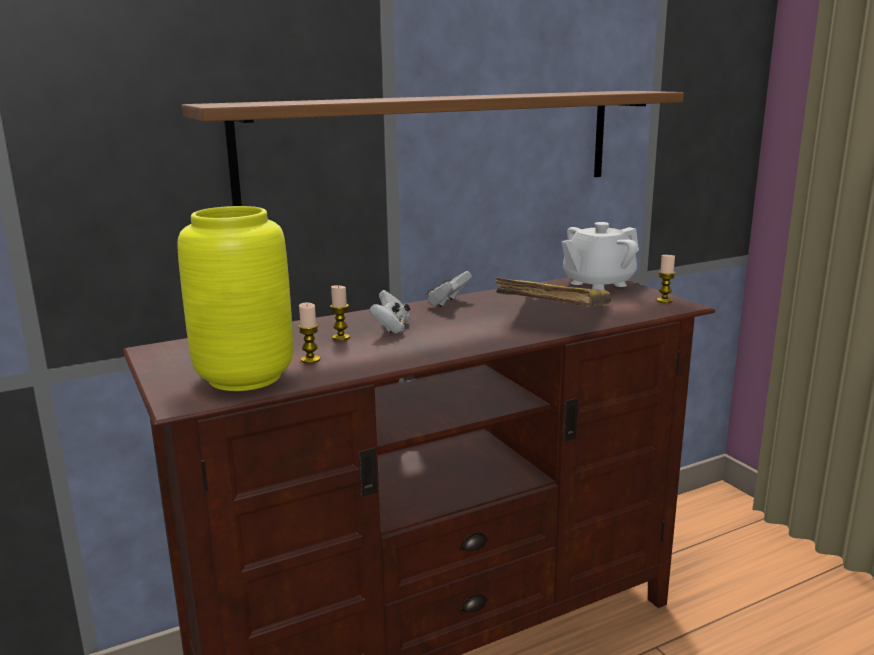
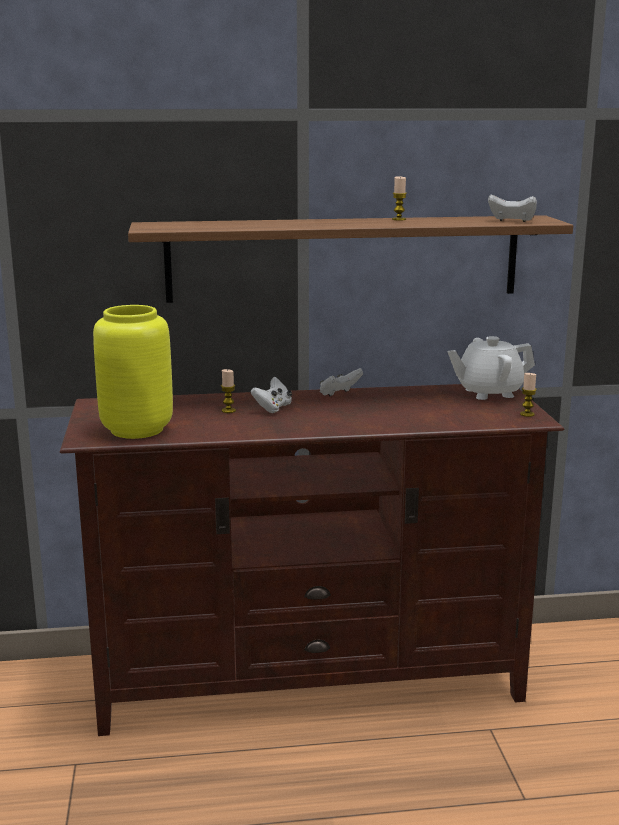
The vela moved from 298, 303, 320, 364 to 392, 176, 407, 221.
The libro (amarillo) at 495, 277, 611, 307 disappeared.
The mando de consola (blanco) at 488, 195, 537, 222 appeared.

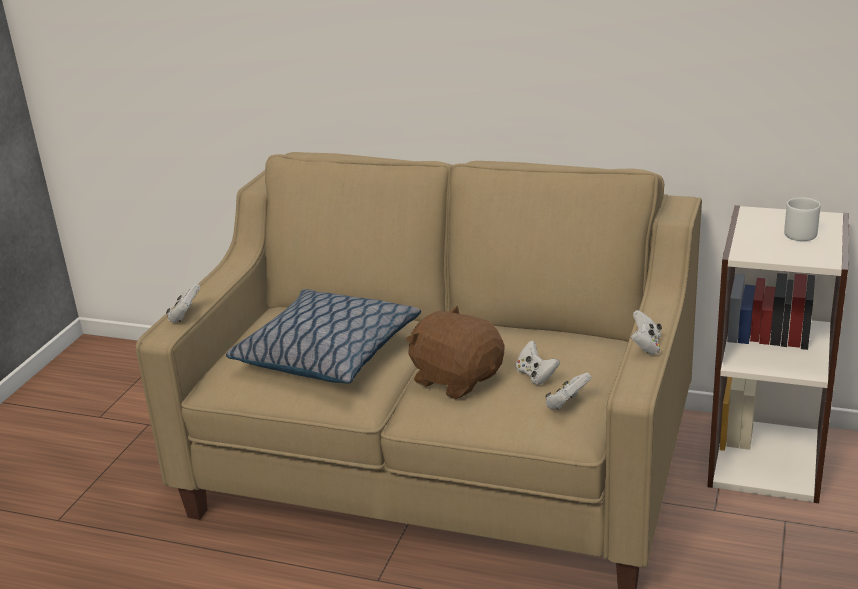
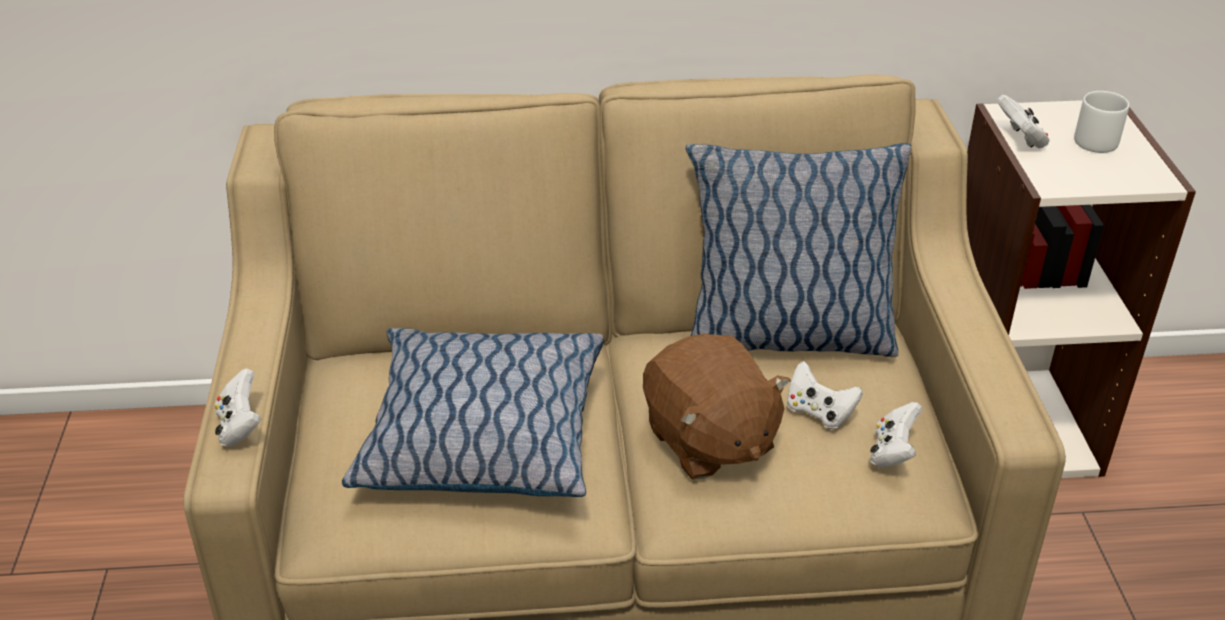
The peluche (marrón) at 406, 306, 504, 399 turned 135 degrees counterclockwise.
The mando de consola (blanco) moved from 631, 310, 662, 355 to 997, 94, 1050, 148.
The cojín at 686, 143, 911, 357 appeared.

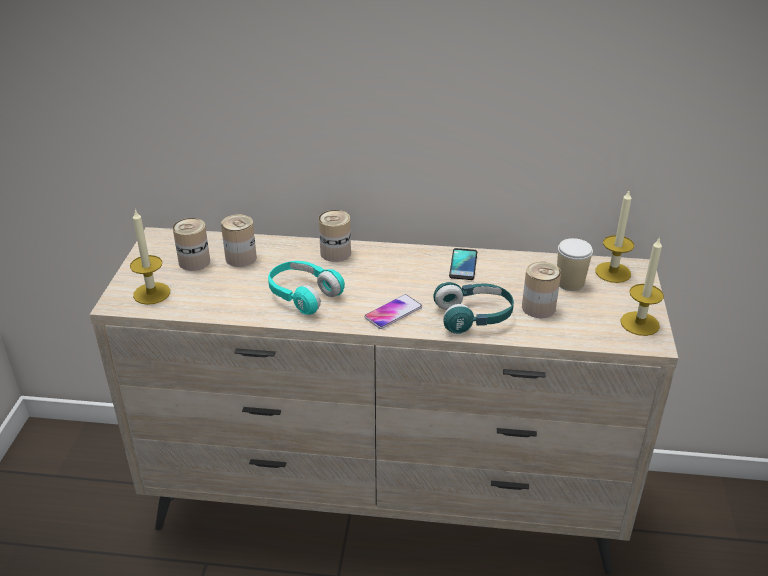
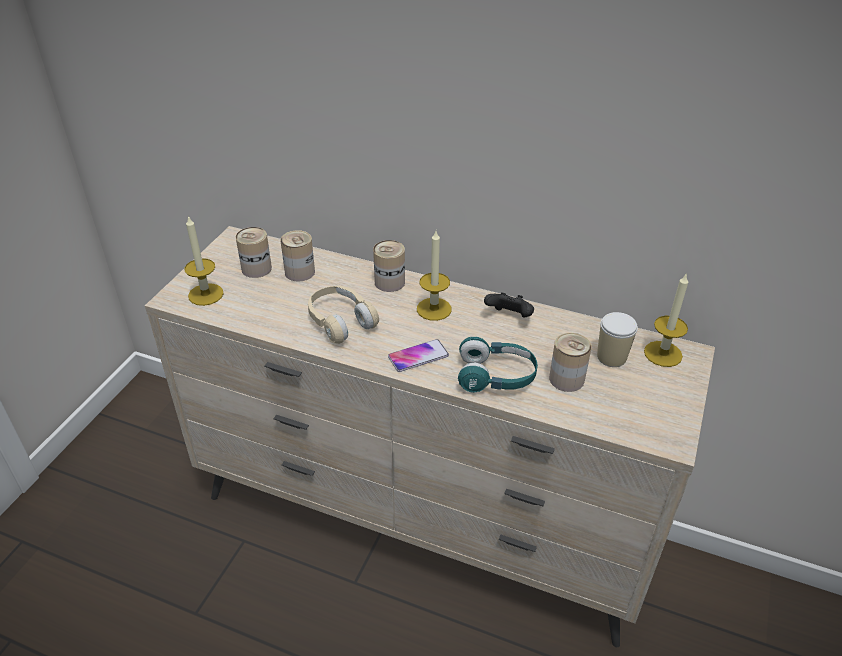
The auriculares (turquesa) at 268, 261, 345, 315 became the auriculares (beis) at 308, 286, 379, 344.
The móvil at 449, 248, 477, 280 was replaced by the mando de consola (negro) at 484, 292, 534, 317.
The vela moved from 621, 237, 664, 336 to 417, 231, 452, 321.

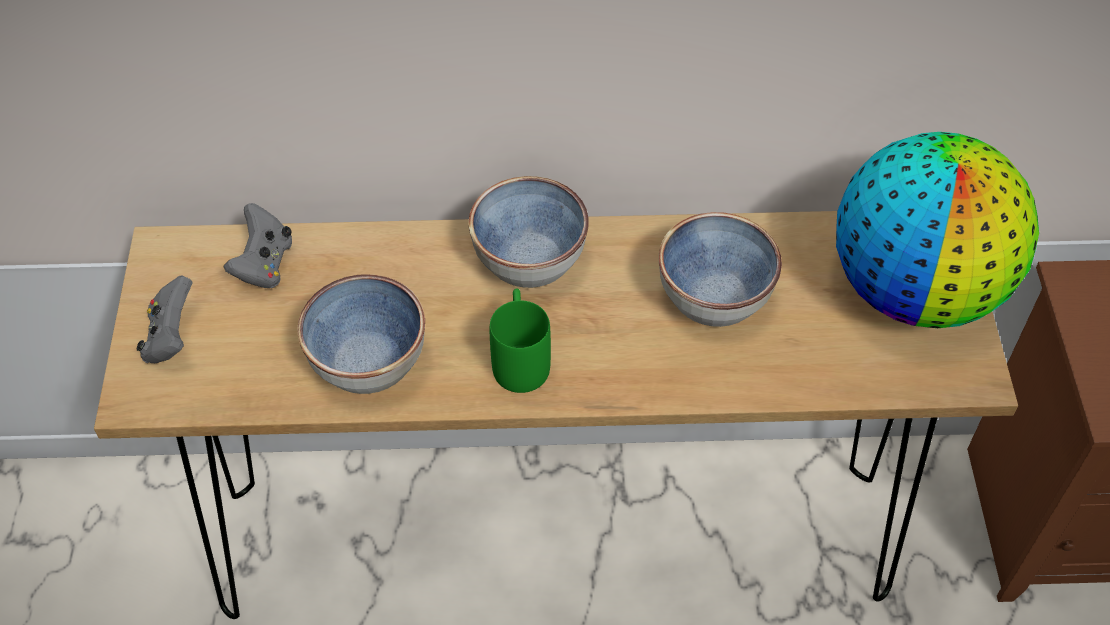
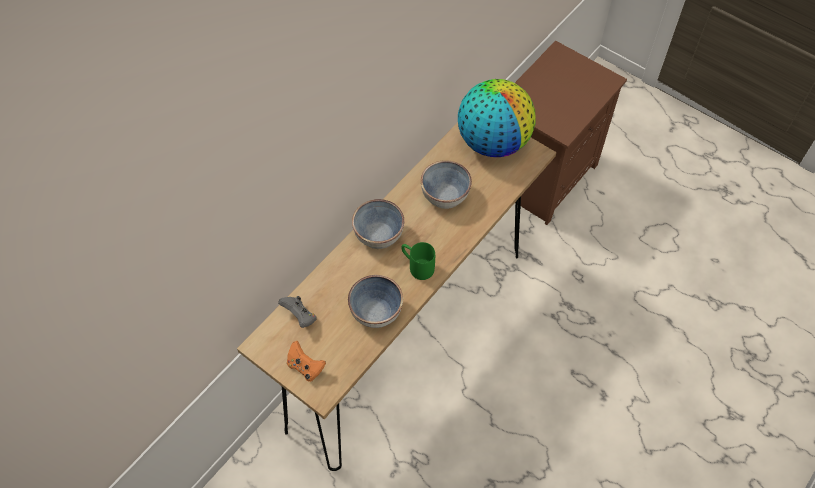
The mando de consola (gris) at 137, 276, 193, 363 became the mando de consola (naranja) at 287, 341, 326, 382.

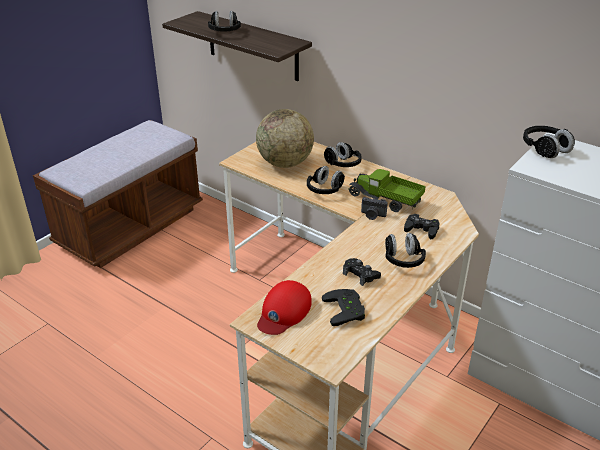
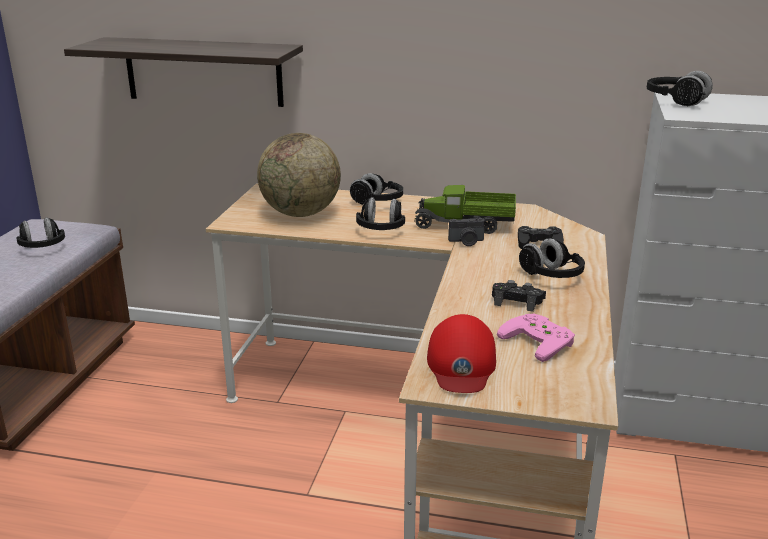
The auriculares (negro) moved from 208, 11, 241, 31 to 16, 217, 65, 248.
The mando de consola (negro) at 322, 289, 365, 326 became the mando de consola (rosa) at 497, 313, 575, 362.

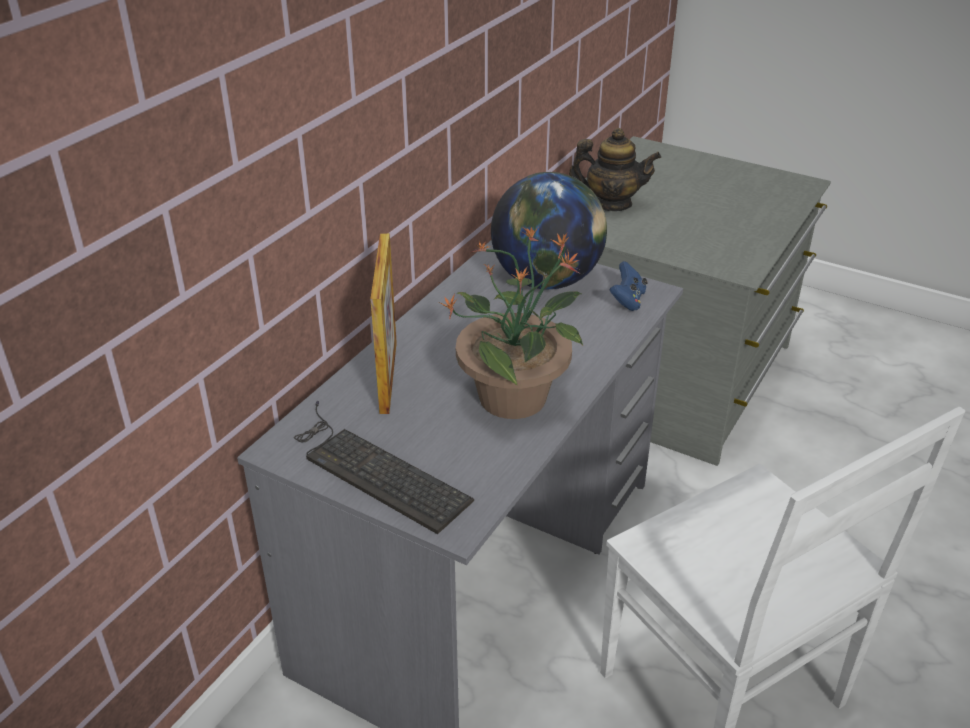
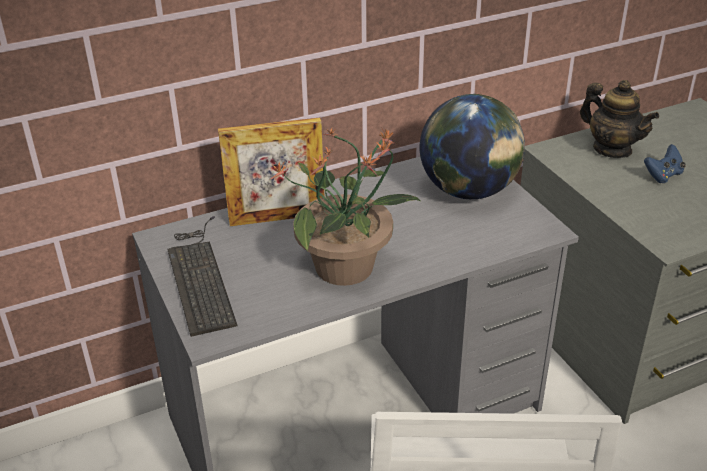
The portarretratos at 370, 233, 397, 414 turned 45 degrees clockwise.
The mando de consola (azul) moved from 610, 261, 648, 311 to 644, 144, 686, 183.

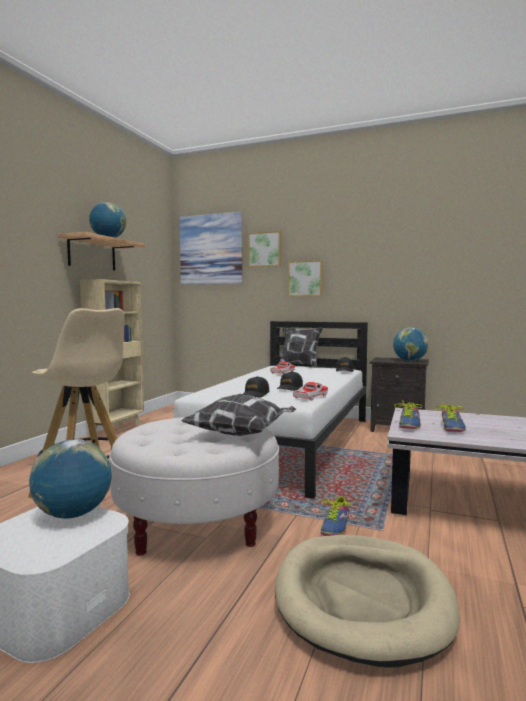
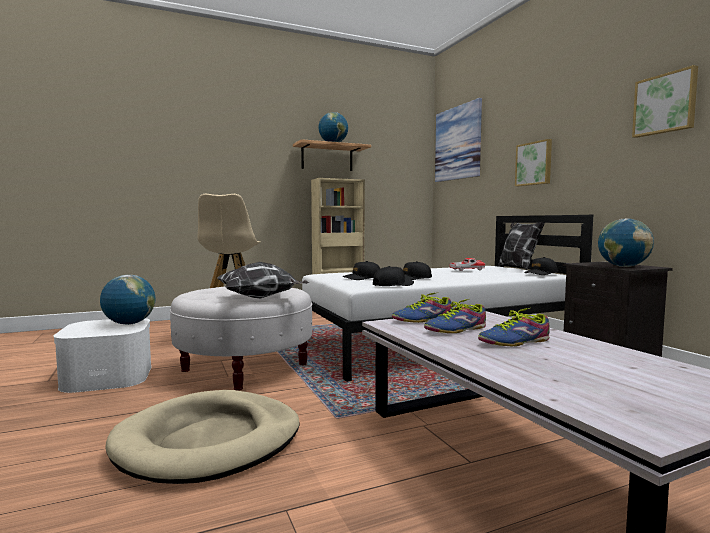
The cuadro moved from 248, 231, 281, 267 to 632, 65, 698, 138.
The coche de juguete at 293, 382, 328, 401 was replaced by the gorra (negro) at 373, 266, 414, 286.
The zapato moved from 321, 496, 351, 536 to 478, 308, 550, 346.

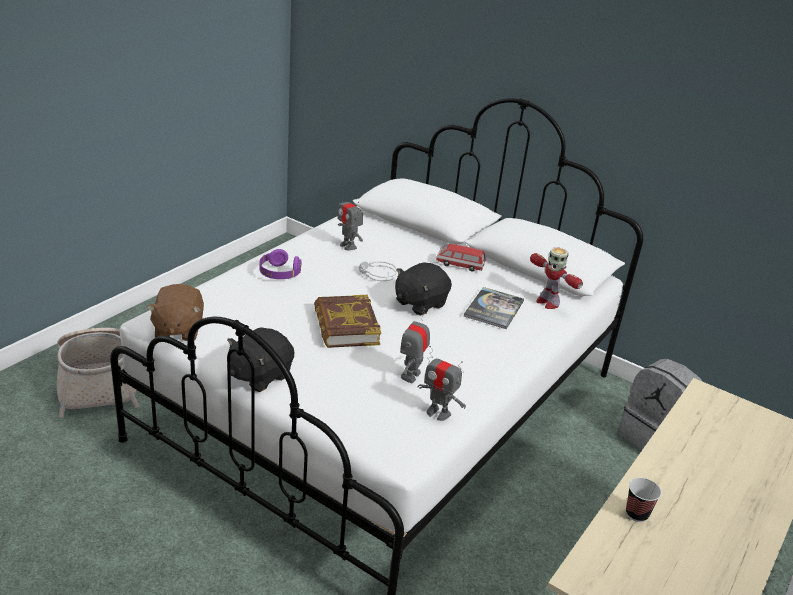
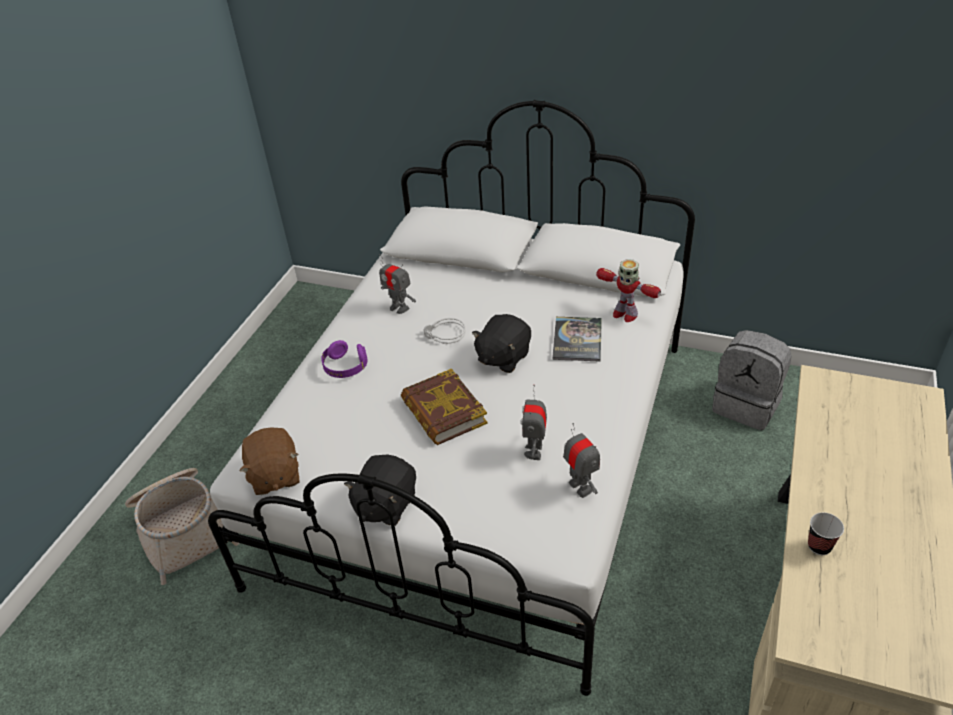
The robot de juguete at 417, 346, 466, 421 turned 135 degrees counterclockwise.
The coche de juguete at 436, 244, 486, 271 disappeared.

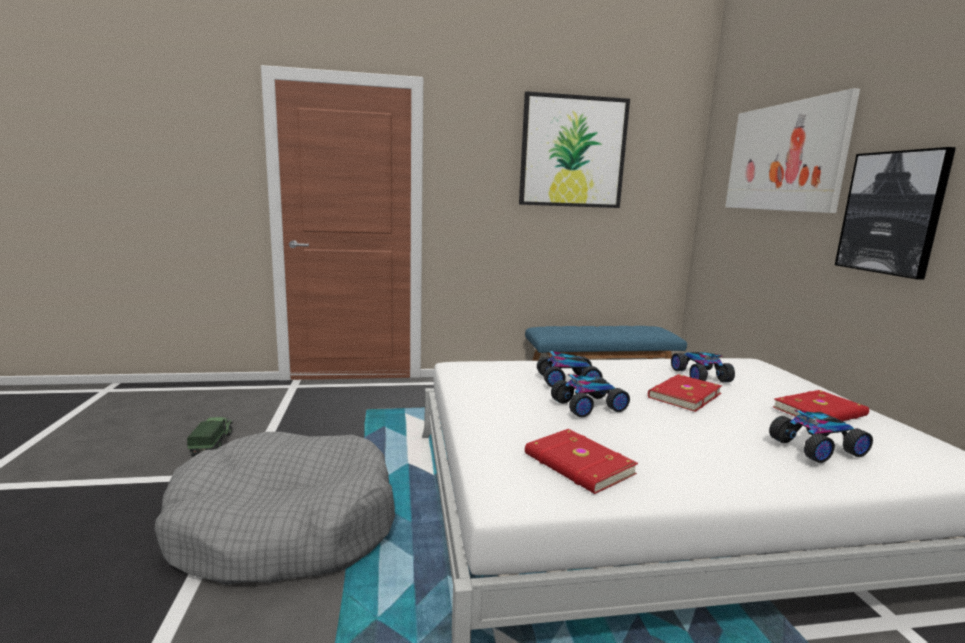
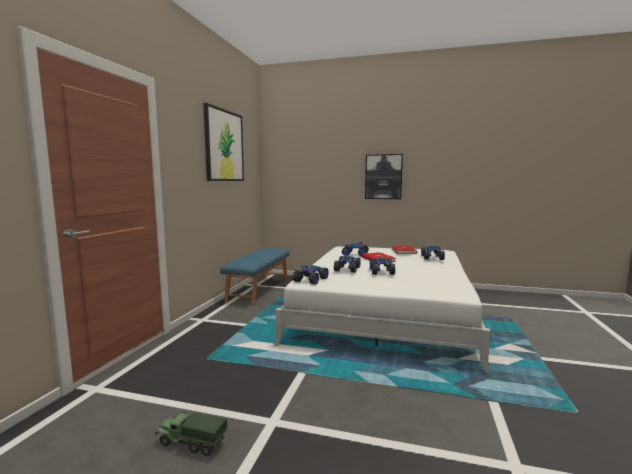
The cama para perro (gris) at 154, 432, 395, 585 disappeared.
The libro (rojo) at 525, 429, 638, 494 disappeared.
The cuadro at 725, 88, 860, 213 disappeared.
The coche de juguete at 293, 265, 329, 285 appeared.

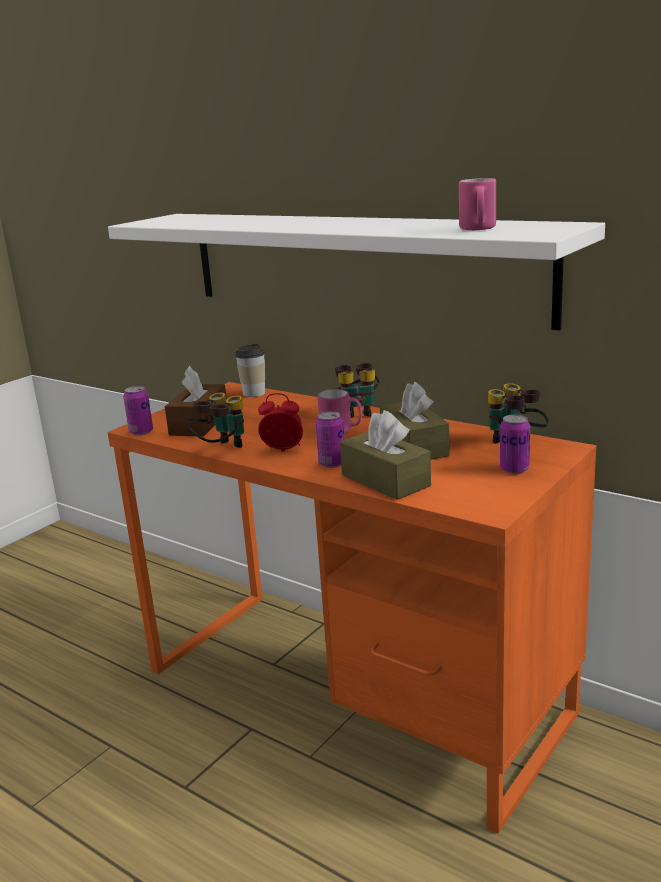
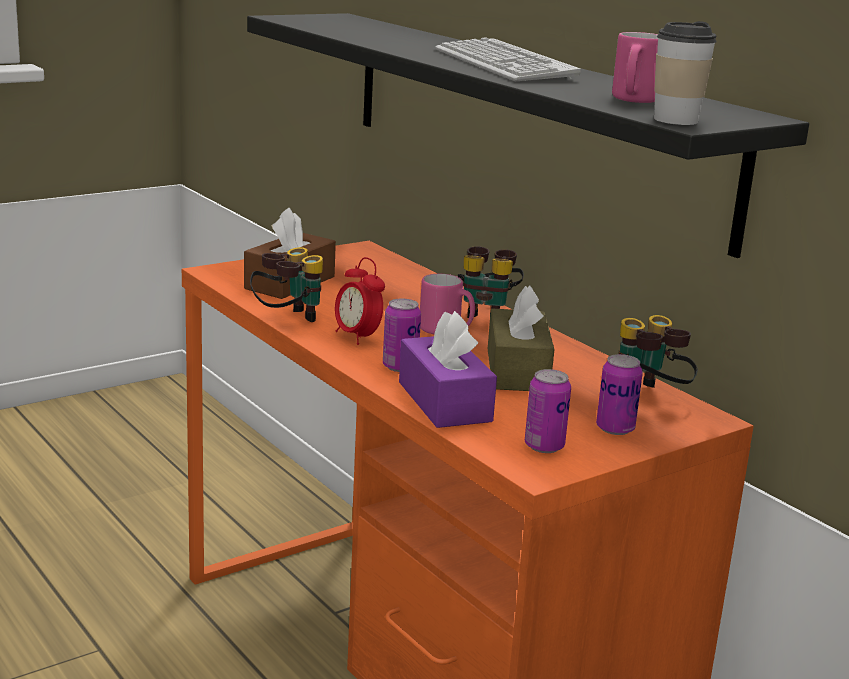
The estante (blanco) at 108, 214, 605, 330 became the estante (negro) at 247, 13, 809, 258.
The lata moved from 123, 386, 153, 435 to 525, 369, 571, 453.
The taza moved from 235, 344, 265, 397 to 654, 21, 717, 125.
The despertador at 258, 393, 303, 452 turned 150 degrees counterclockwise.
The caja de pañuelos (marrón) at 340, 410, 431, 500 became the caja de pañuelos (morado) at 399, 311, 497, 428.
The teclado at 435, 37, 581, 81 appeared.

